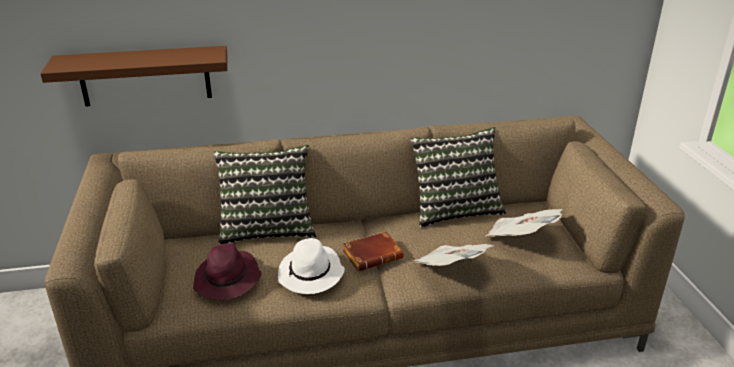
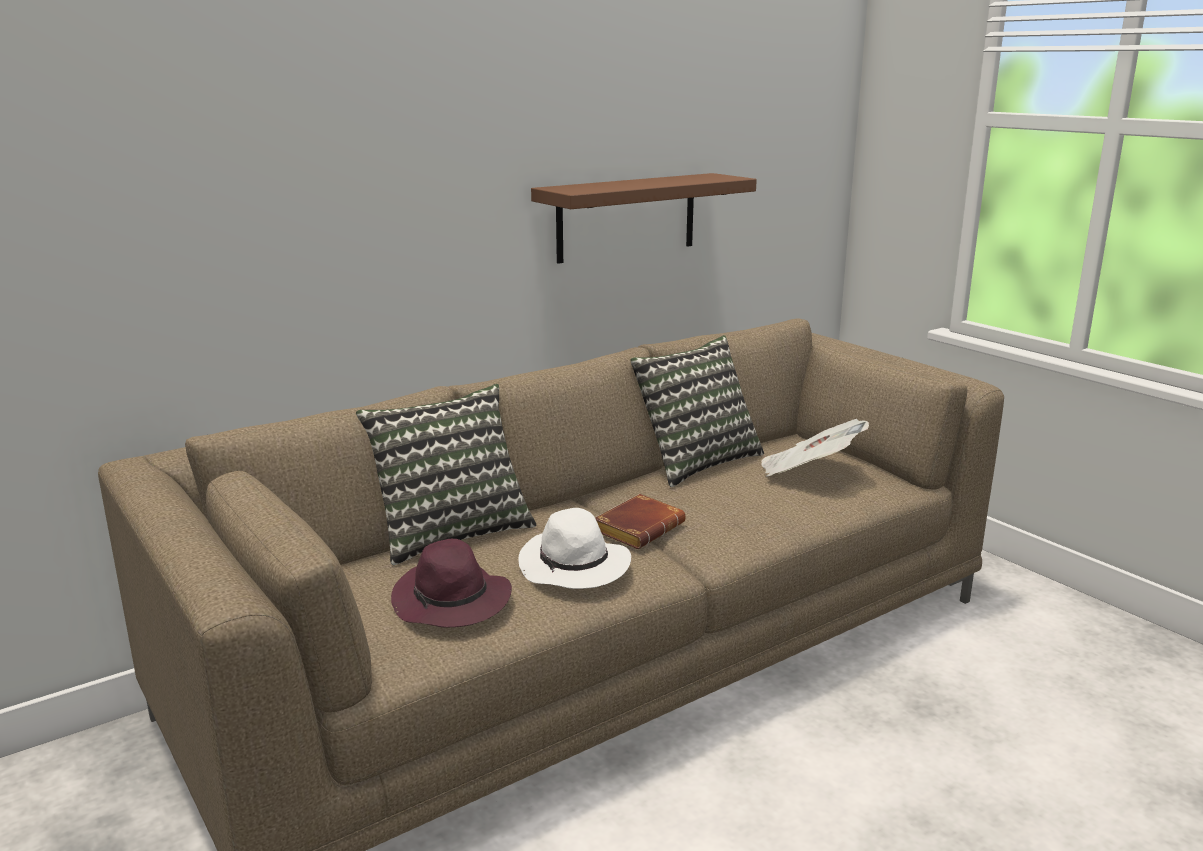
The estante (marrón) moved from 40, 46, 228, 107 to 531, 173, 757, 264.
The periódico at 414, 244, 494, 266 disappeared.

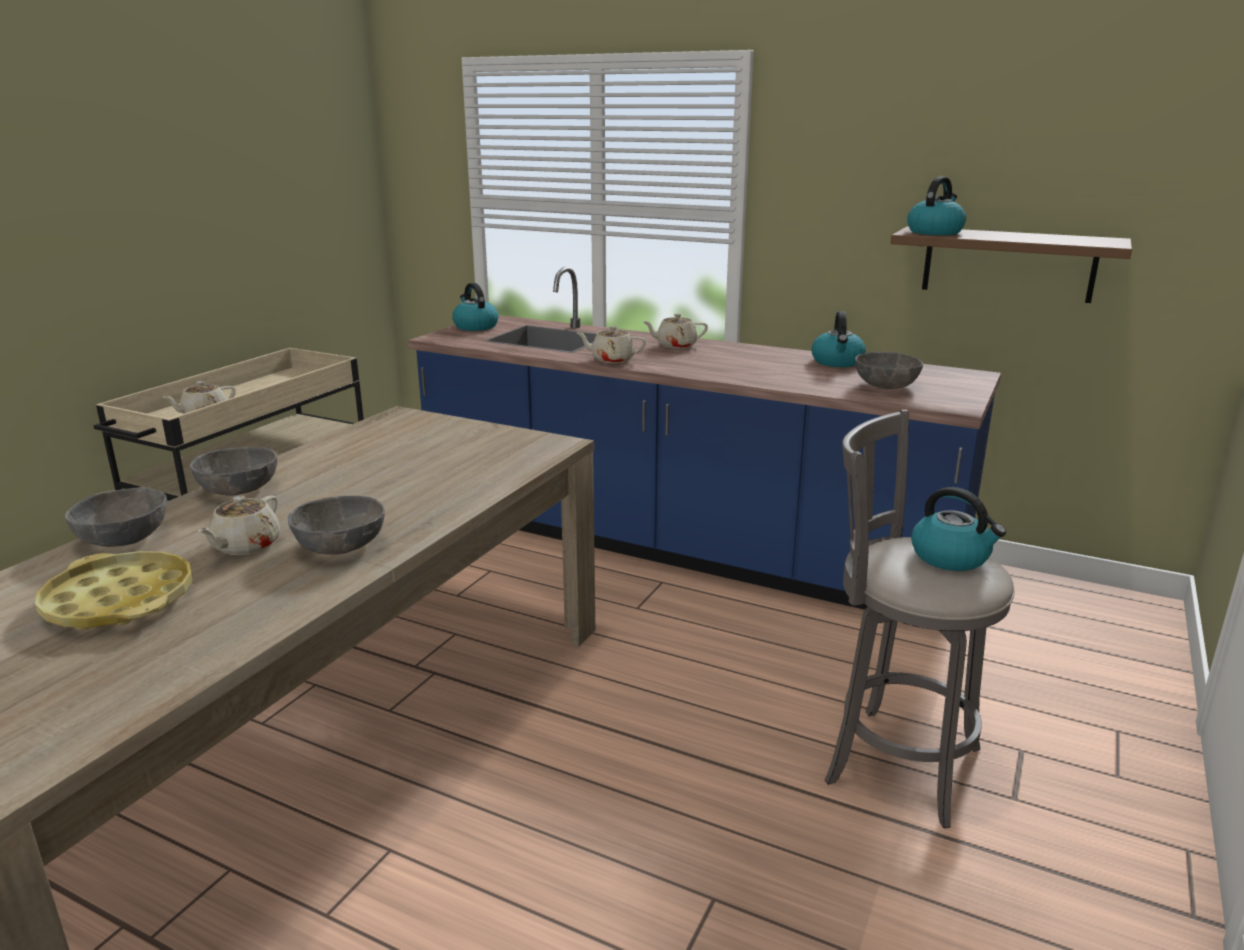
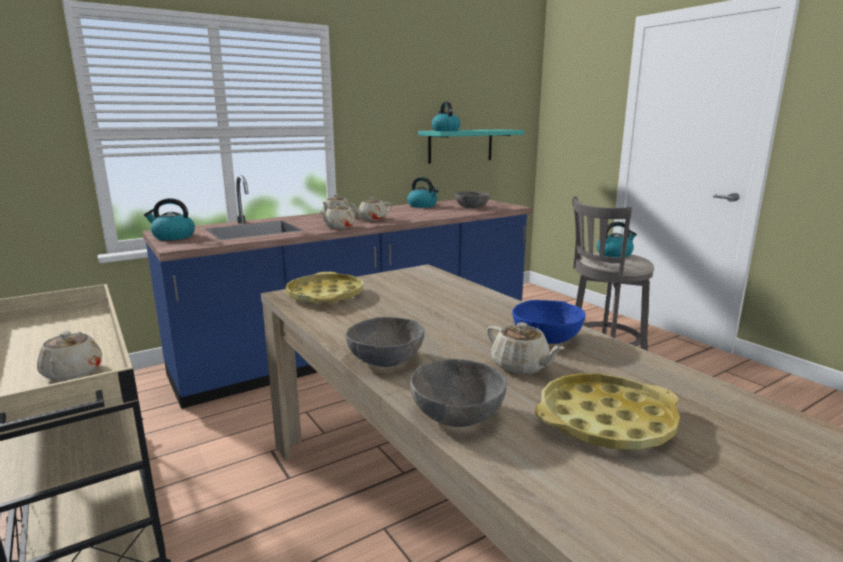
The cuenco (gris) at 288, 496, 385, 555 became the cuenco (azul) at 512, 300, 585, 344.
The estante (marrón) at 891, 226, 1132, 303 became the estante (turquesa) at 418, 130, 525, 164.
The bandeja (amarillo) at 286, 272, 363, 304 appeared.
The tetera (beis) at 350, 197, 392, 221 appeared.

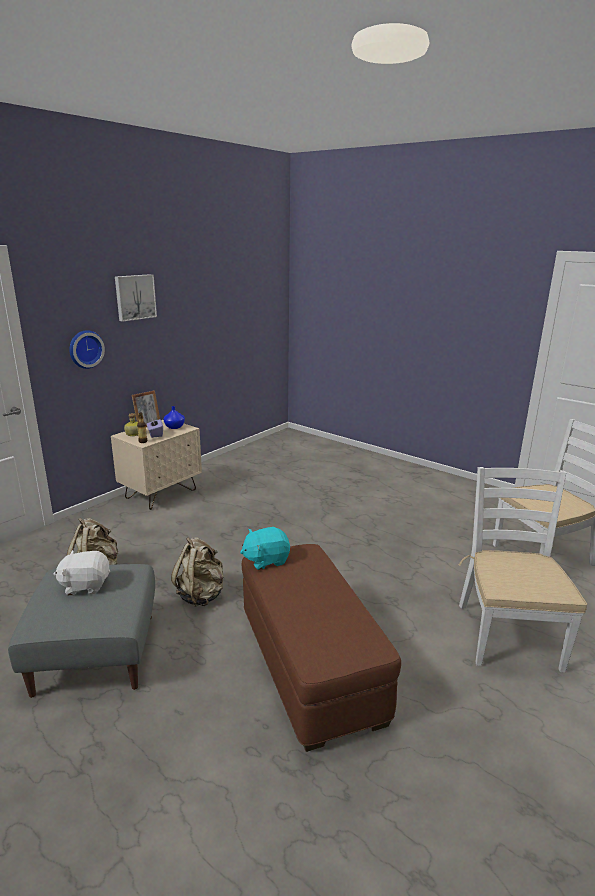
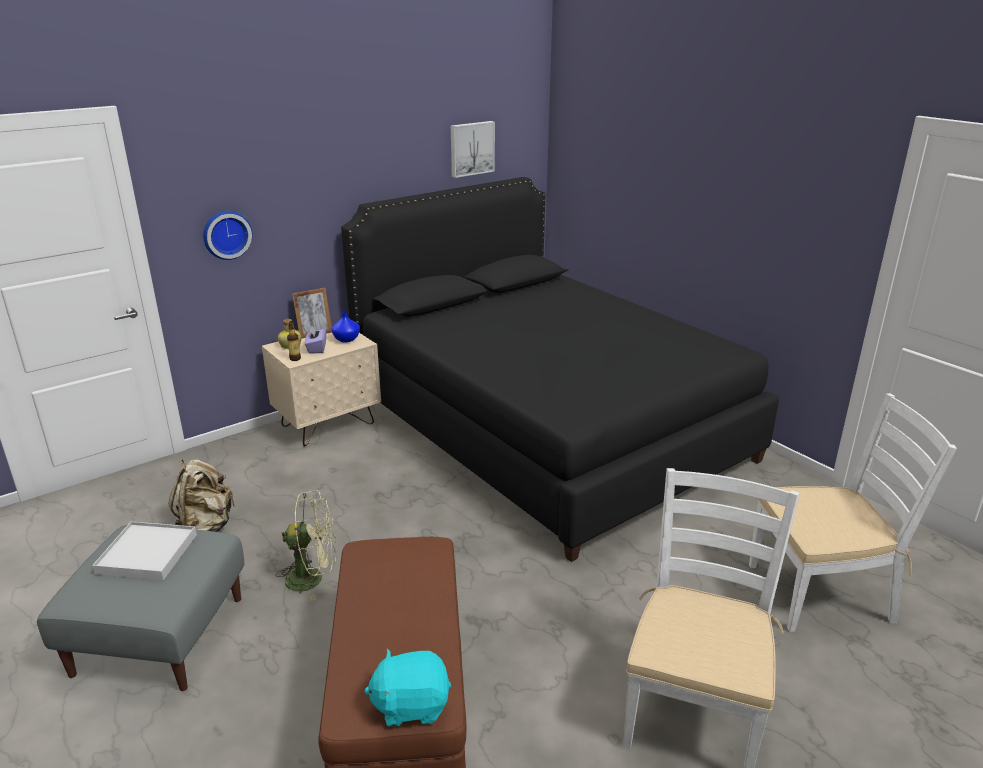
The peluche (blanco) at 54, 550, 110, 595 was replaced by the bandeja (blanco) at 92, 522, 197, 580.
The cuadro moved from 115, 274, 157, 322 to 451, 121, 495, 178.
The mochila (beis) at 171, 537, 224, 606 was replaced by the ventilador (verde) at 276, 490, 336, 601.
The peluche (turquesa) moved from 240, 527, 290, 570 to 364, 649, 451, 727.
The cama (negro) at 341, 177, 779, 562 appeared.

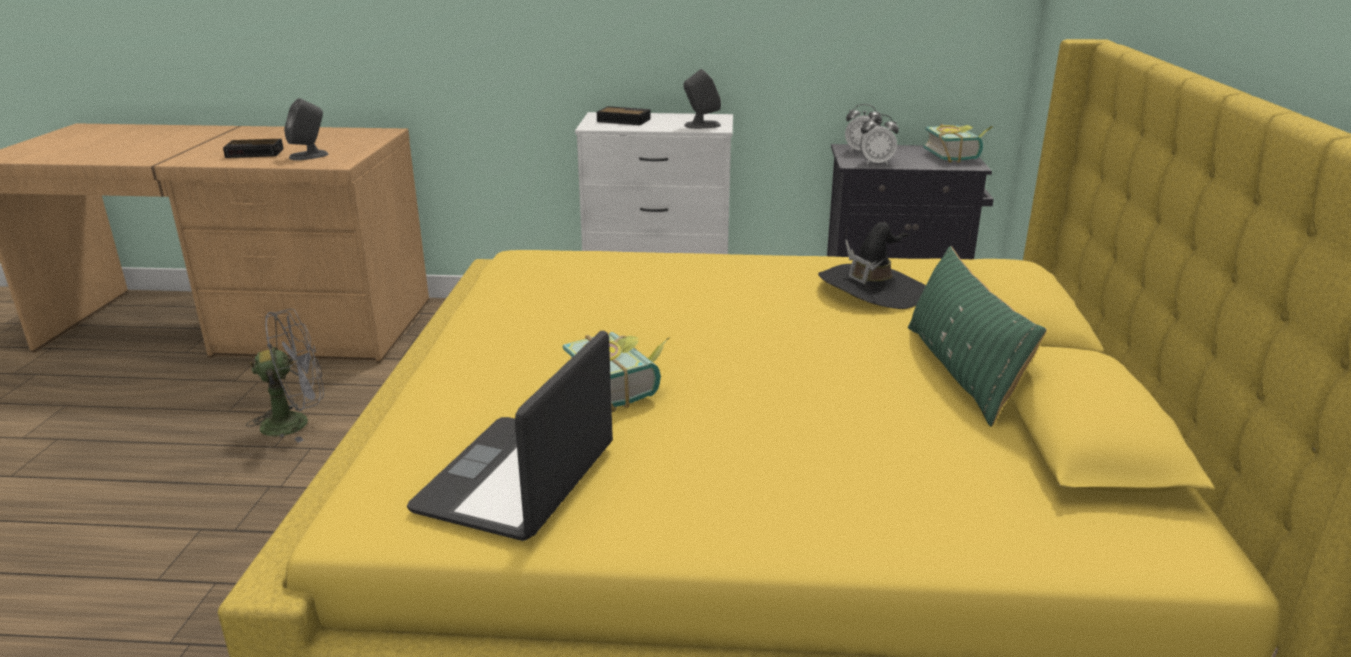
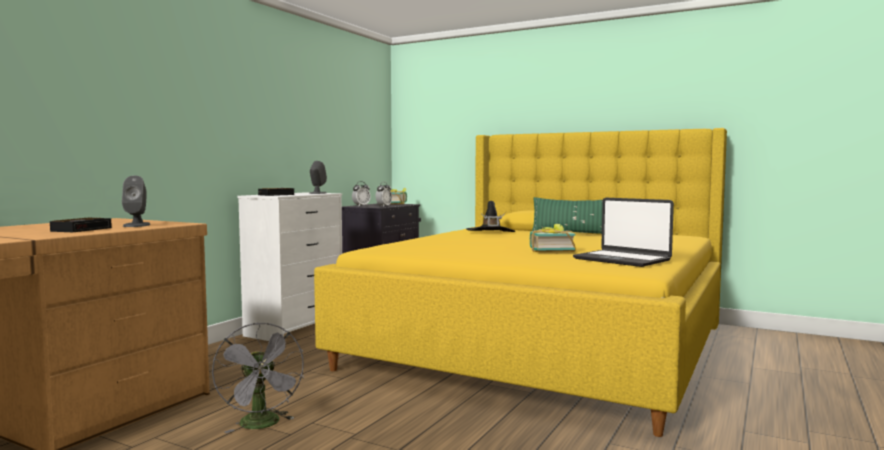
The ventilador (gris) at 246, 309, 324, 443 turned 150 degrees clockwise.

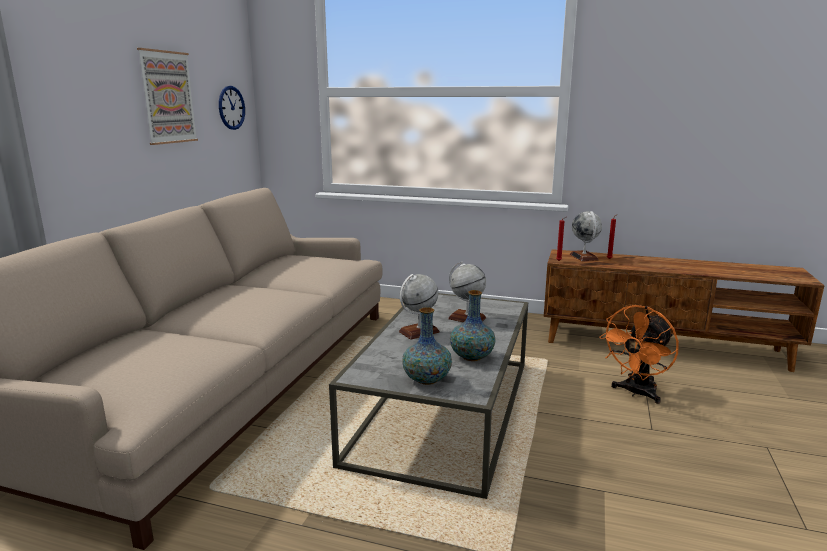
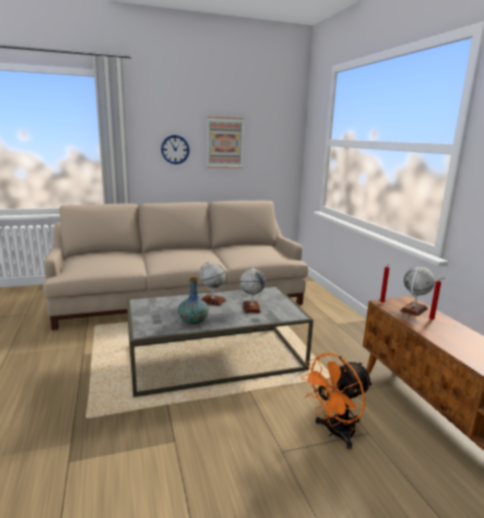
The reloj de pared moved from 219, 86, 245, 130 to 161, 135, 190, 164.
The florero at 402, 307, 452, 385 disappeared.
The ventilador (naranja) at 599, 305, 679, 404 turned 45 degrees counterclockwise.

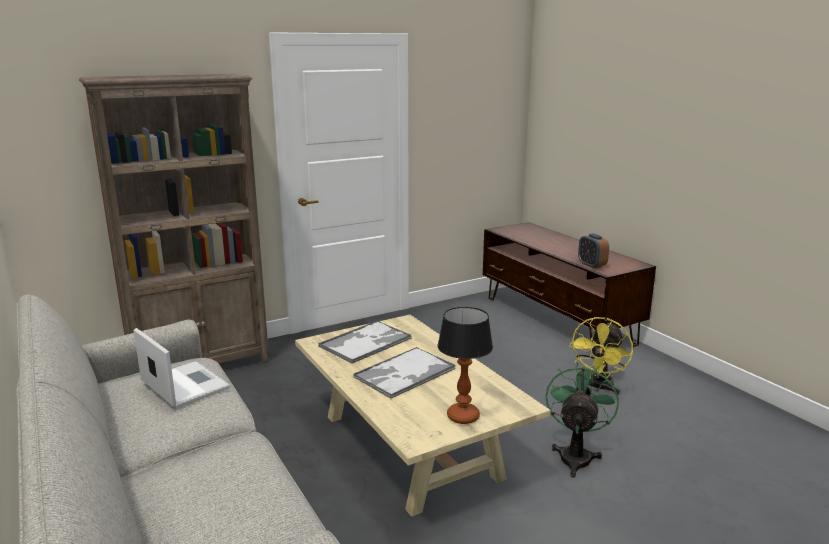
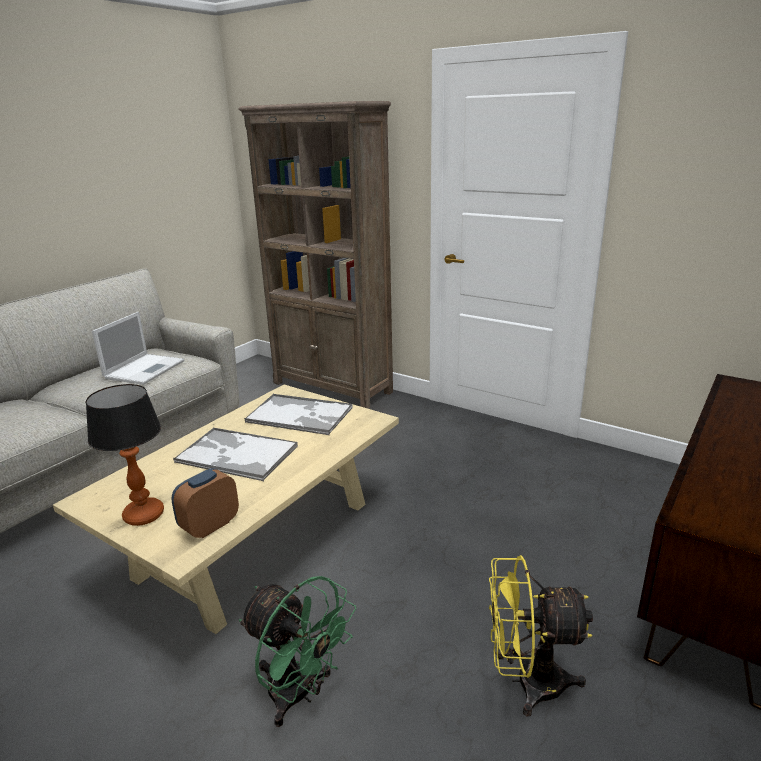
The ventilador (verde) at 545, 362, 619, 478 turned 45 degrees clockwise.
The despertador moved from 578, 233, 609, 269 to 171, 468, 239, 538.

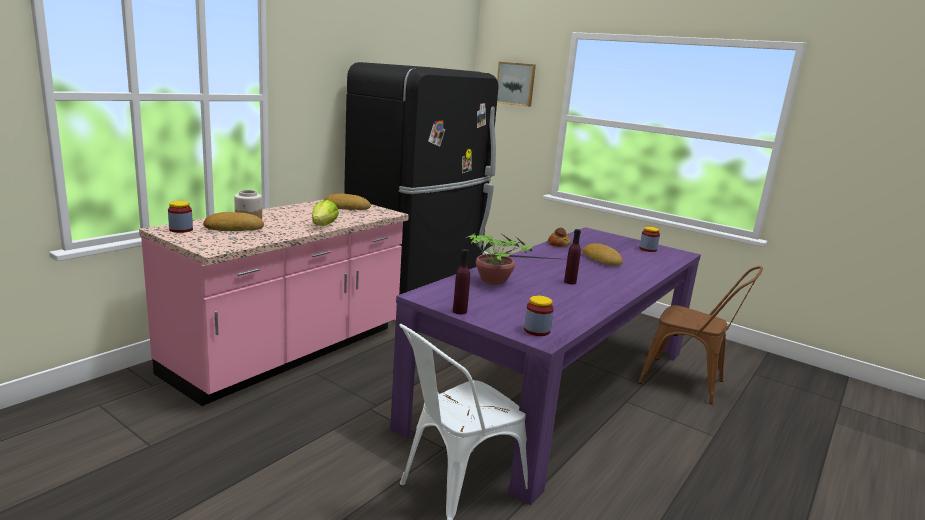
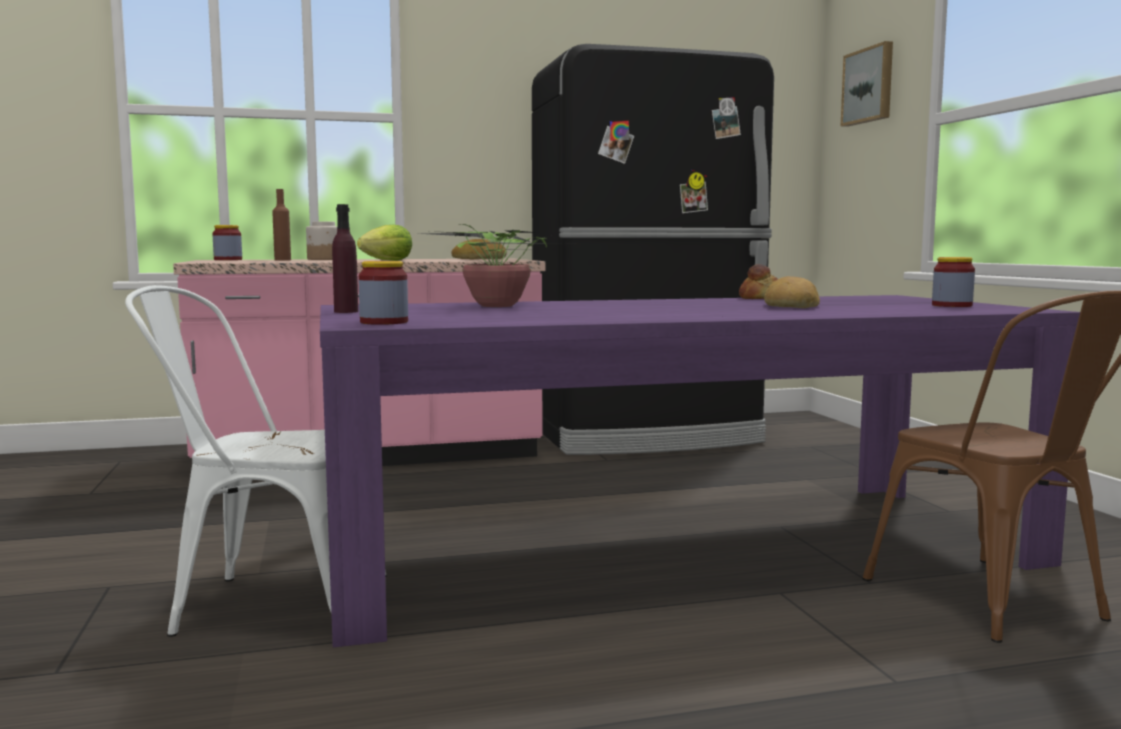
The pan at 203, 212, 264, 231 was replaced by the botella (marrón) at 272, 189, 291, 261.
The botella (morado) at 564, 229, 581, 285 disappeared.

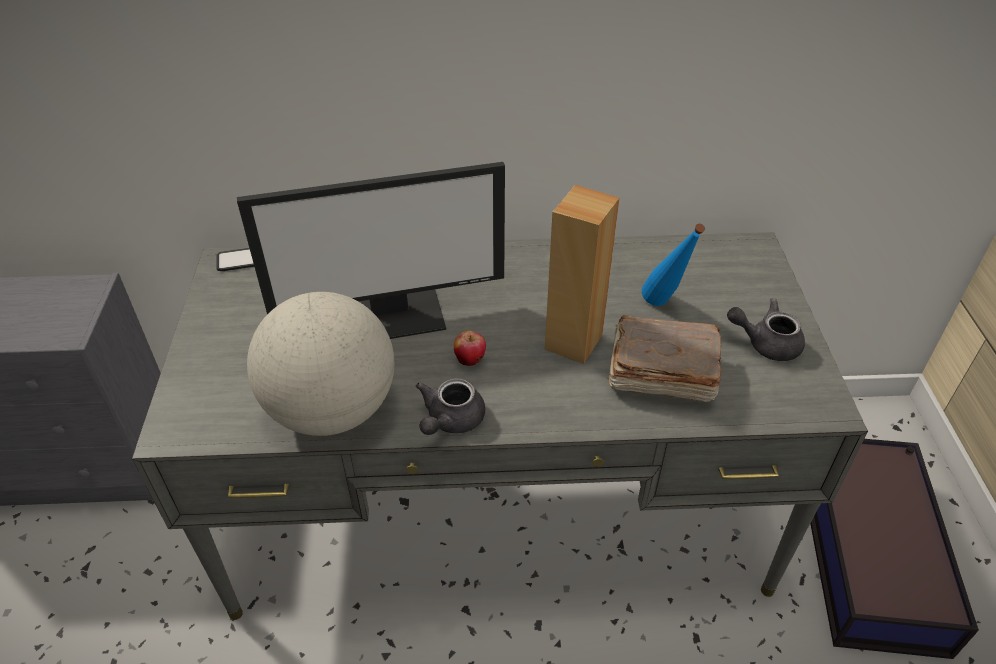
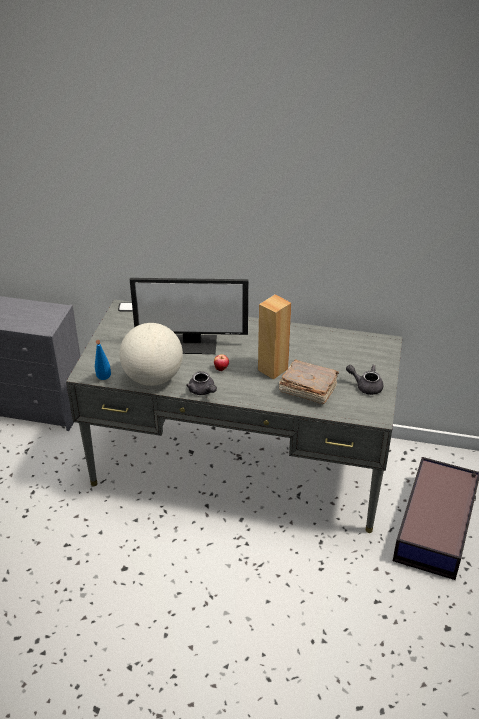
The tetera (gris) at 416, 378, 485, 435 turned 75 degrees counterclockwise.
The botella (azul) moved from 642, 224, 705, 306 to 95, 340, 111, 380.

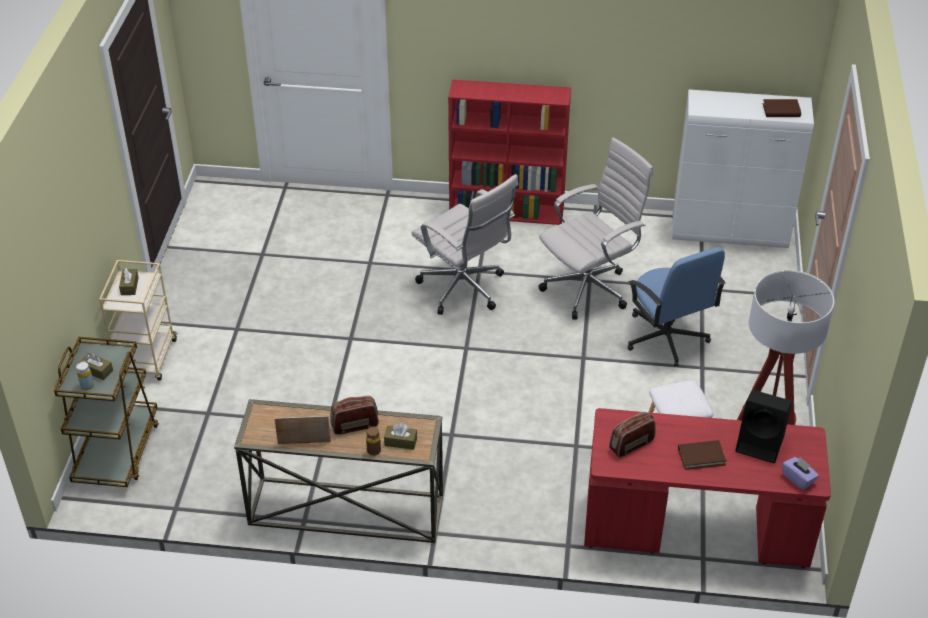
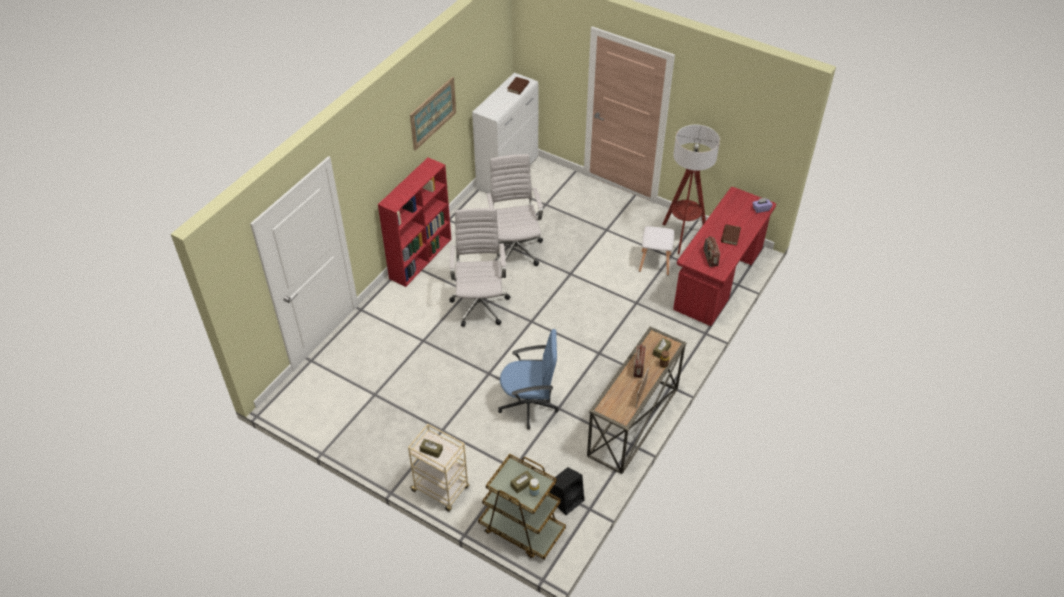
The silla de oficina (blanco) at 411, 174, 518, 315 turned 75 degrees counterclockwise.
The silla de oficina (azul) moved from 628, 247, 725, 367 to 498, 329, 559, 430.
The altavoz (negro) moved from 736, 390, 792, 463 to 549, 467, 584, 515.
The cuadro at 410, 77, 456, 151 appeared.

